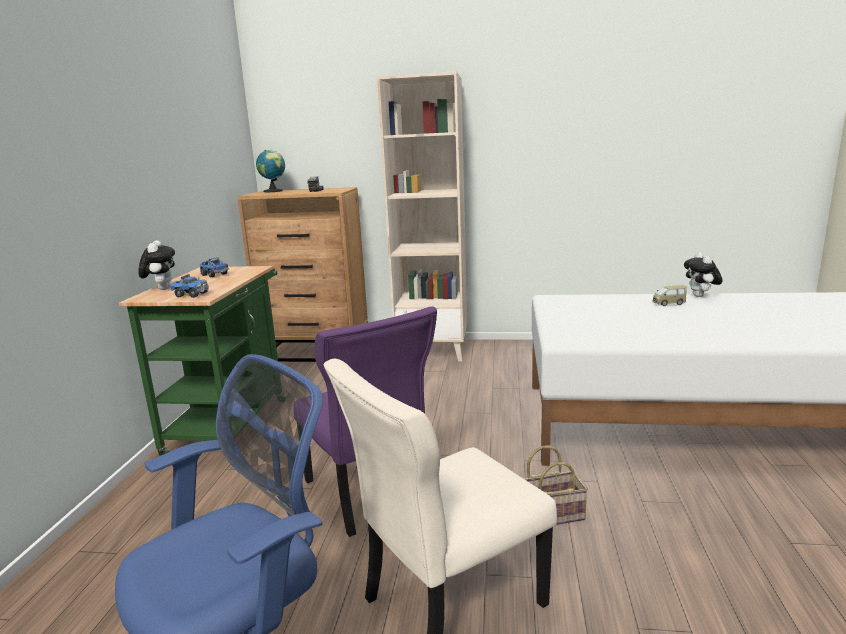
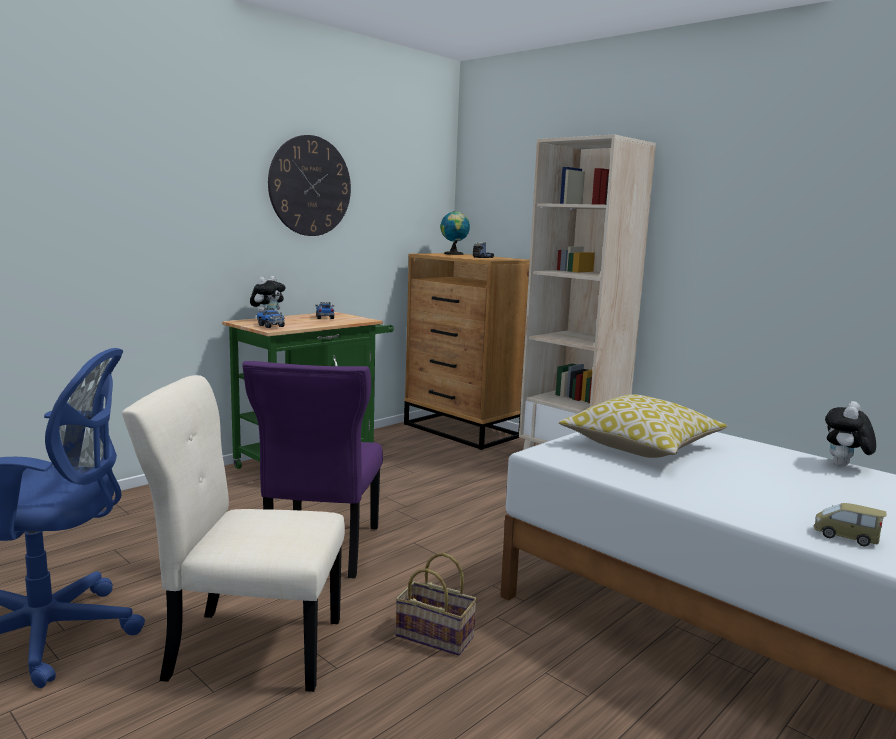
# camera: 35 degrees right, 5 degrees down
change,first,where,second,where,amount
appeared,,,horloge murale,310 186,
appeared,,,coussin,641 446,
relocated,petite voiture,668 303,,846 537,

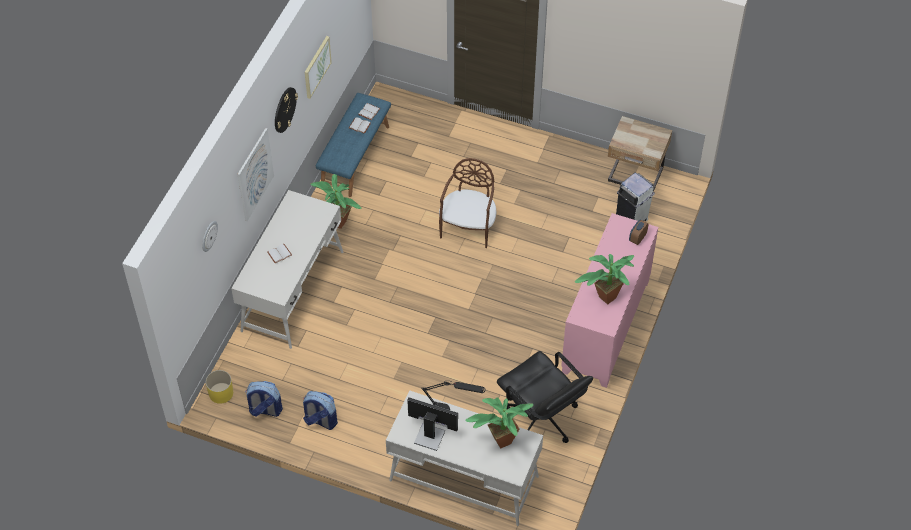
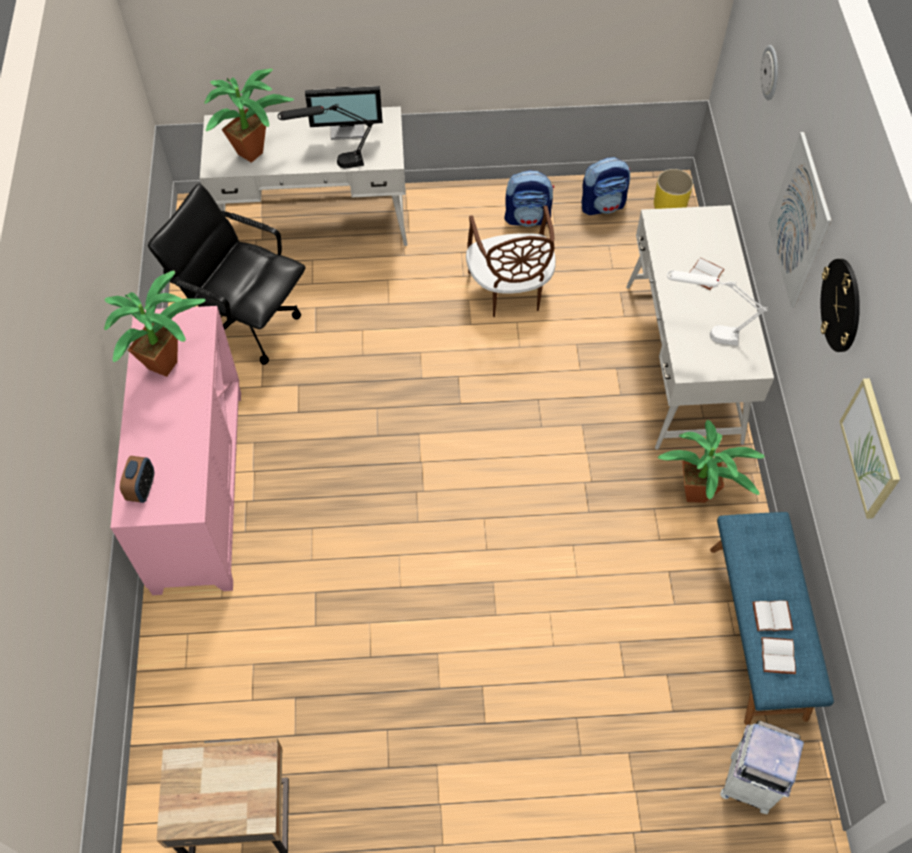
# camera: 155 degrees right, 5 degrees up
change,first,where,second,where,amount
relocated,chaise [marron],468 227,,509 291,
appeared,,,lampe de table [blanc],704 333,
relocated,poubelle [blanc],631 219,,748 782,

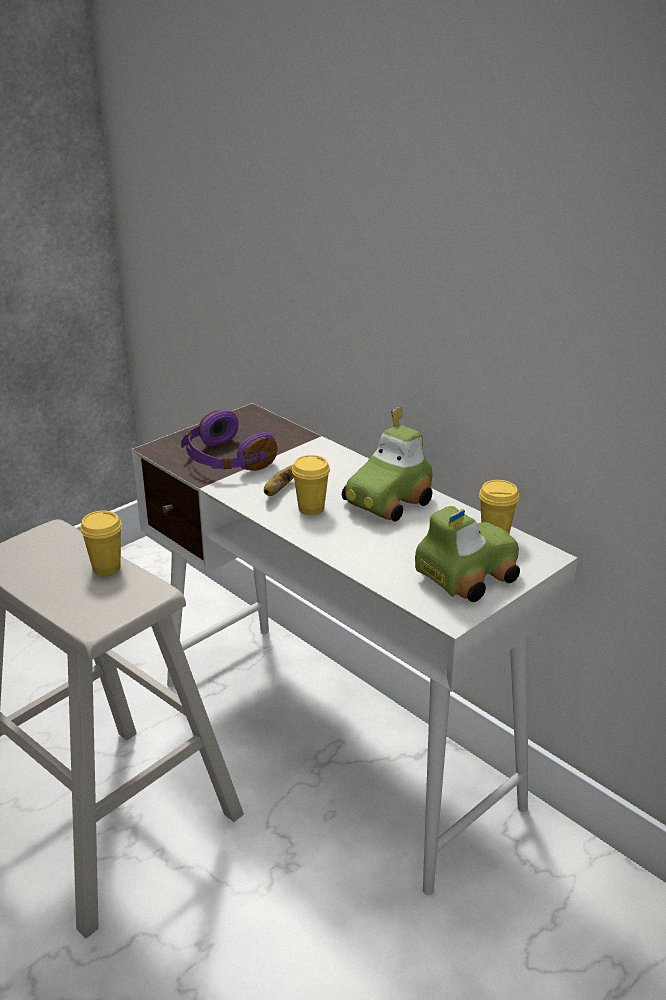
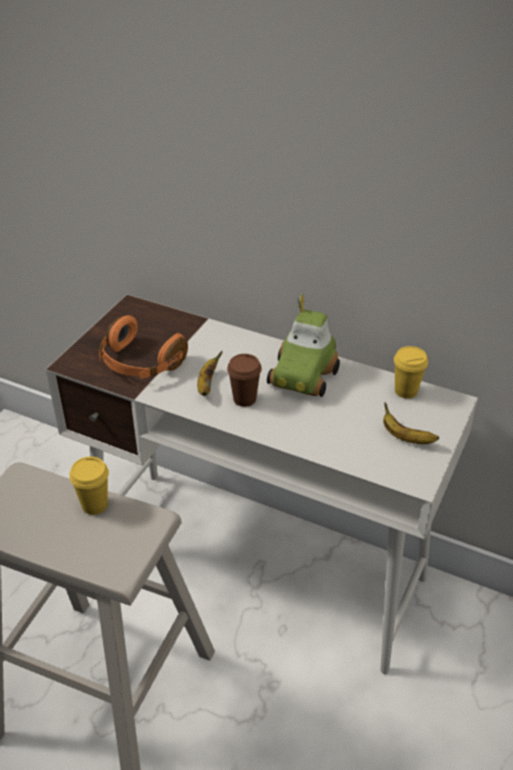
# camera: 20 degrees left, 10 degrees up
change,first,where,second,where,amount
colour,casque audio [violet],225 460,casque audio [orange],140 363,
colour,tasse [jaune],311 509,tasse [marron],244 399,
exchanged,petite voiture,465 575,banane,405 437,

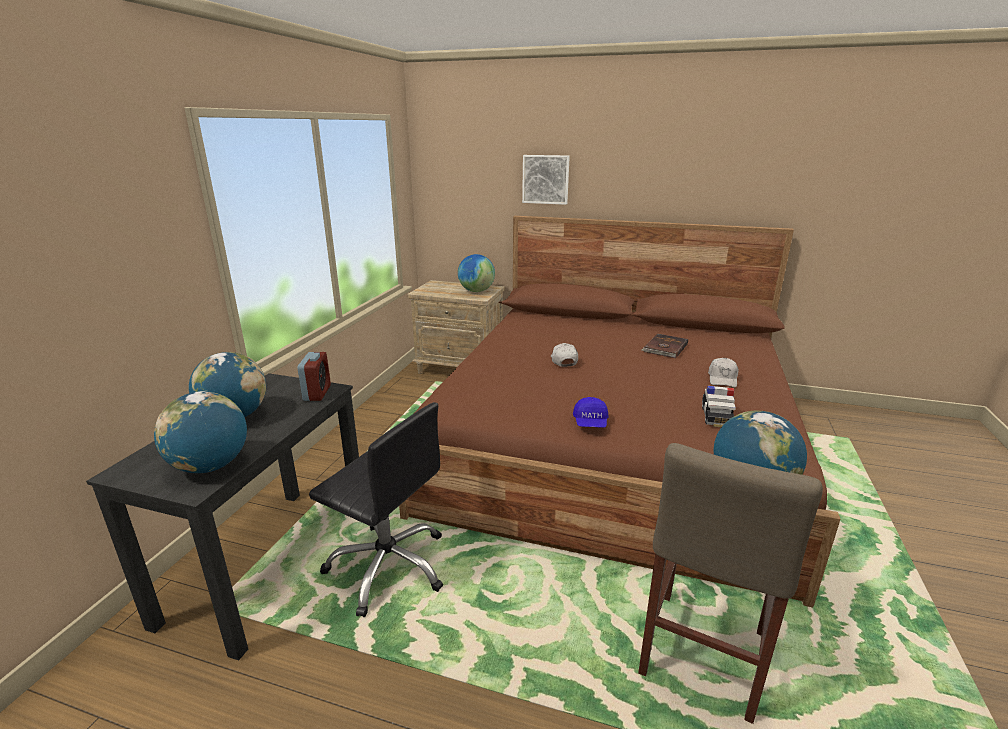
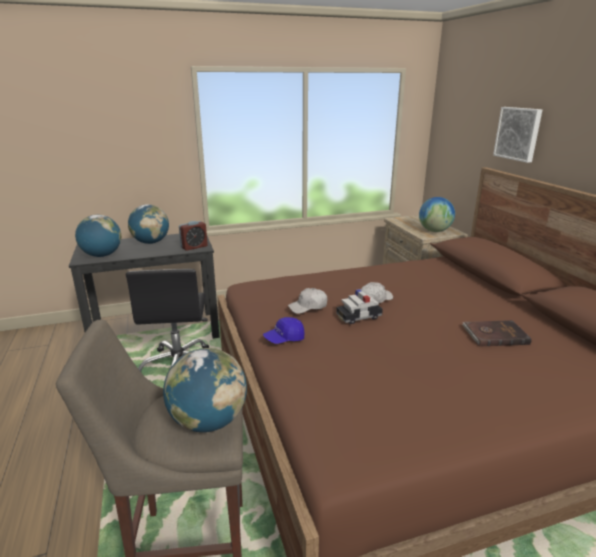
# camera: 55 degrees right, 0 degrees up
change,first,where,second,where,amount
relocated,casquette [blanc],722 379,,308 307,
relocated,petite voiture,716 416,,358 316,

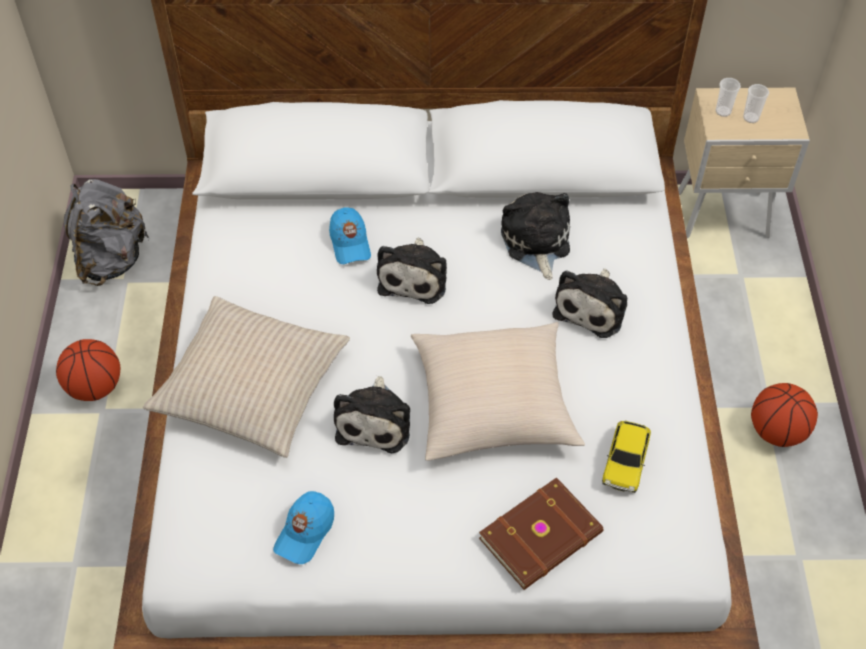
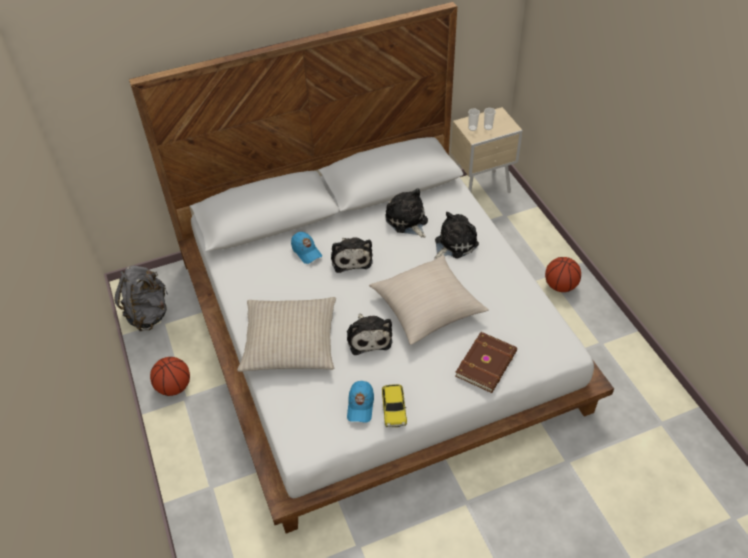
# camera: 20 degrees left, 5 degrees down
change,first,where,second,where,amount
relocated,petite voiture,625 462,,394 409,
spun,peluche,592 307,,454 244,135 degrees counterclockwise

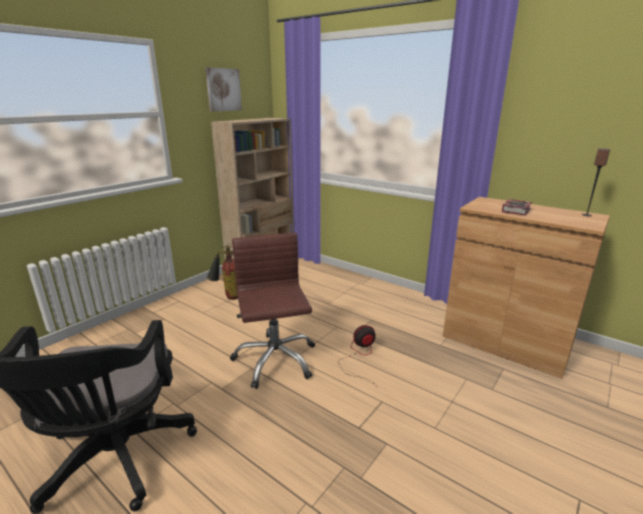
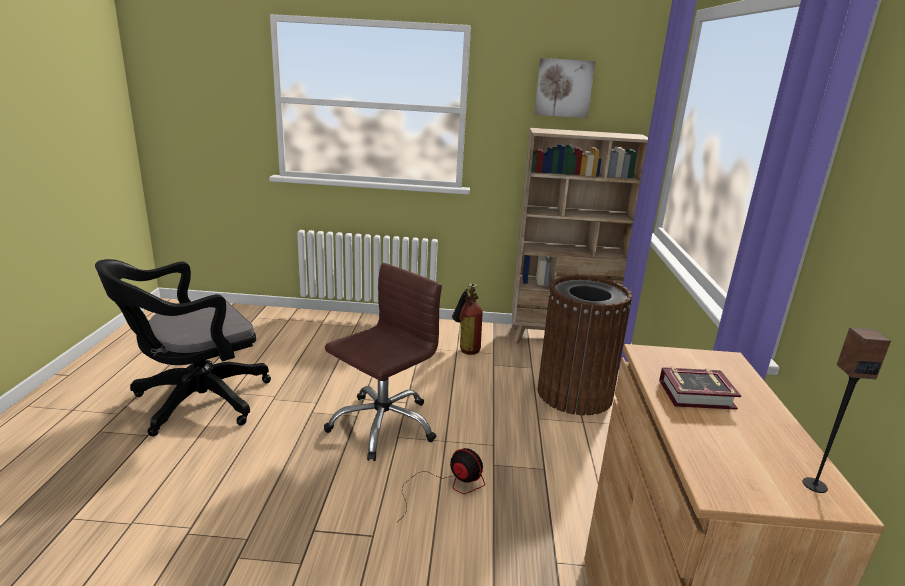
# camera: 55 degrees right, 0 degrees up
change,first,where,second,where,amount
appeared,,,poubelle [marron],575 394,

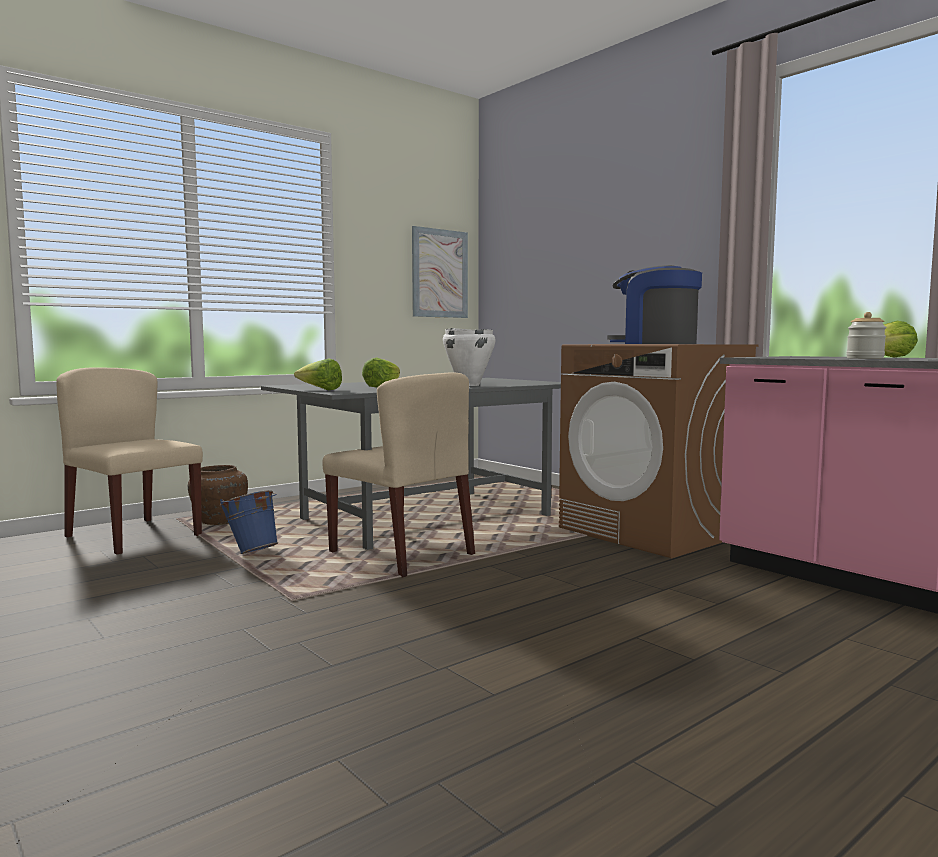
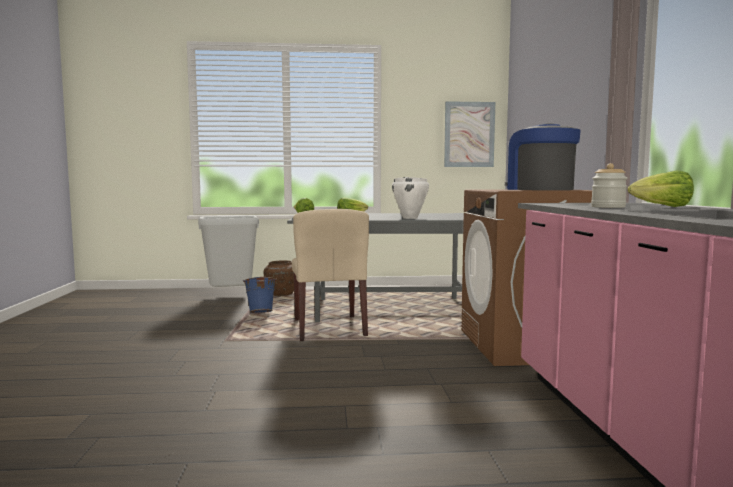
# camera: 35 degrees right, 0 degrees up
change,first,where,second,where,amount
exchanged,chaise [beige],133 535,poubelle [gris],231 295,

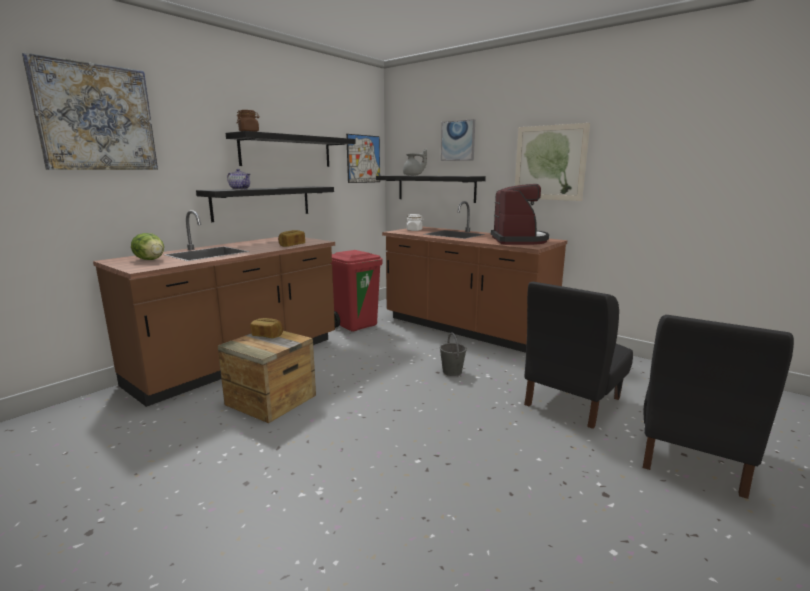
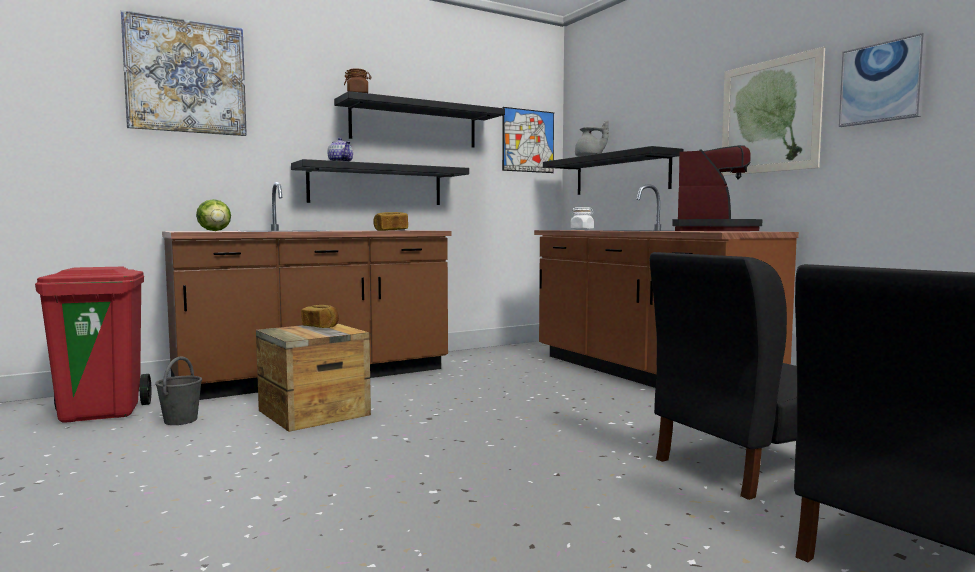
# camera: 20 degrees right, 10 degrees down
change,first,where,second,where,amount
relocated,poubelle [rouge],356 325,,103 413,
relocated,seau [gris],452 371,,181 420,
relocated,tableau,458 140,,881 83,

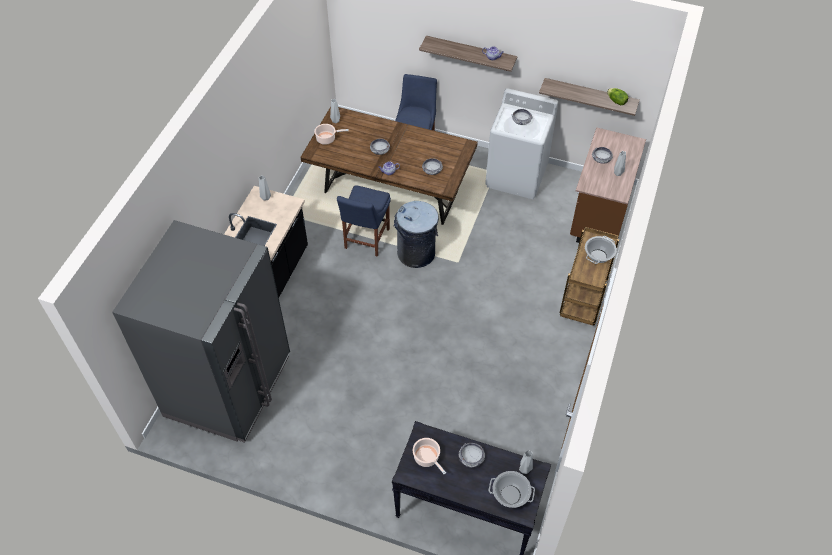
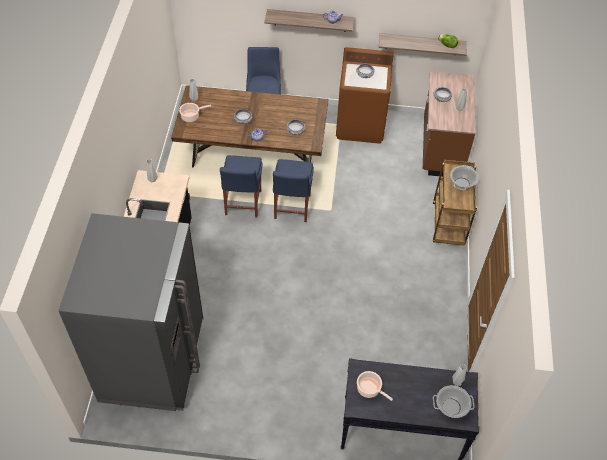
# camera: 15 degrees left, 0 degrees up
change,first,where,second,where,amount
exchanged,poubelle [gris],416 253,chaise [bleu],291 208,
colour,lave-linge [blanc],517 176,lave-linge [marron],361 125,
missing,bol,471 457,,,

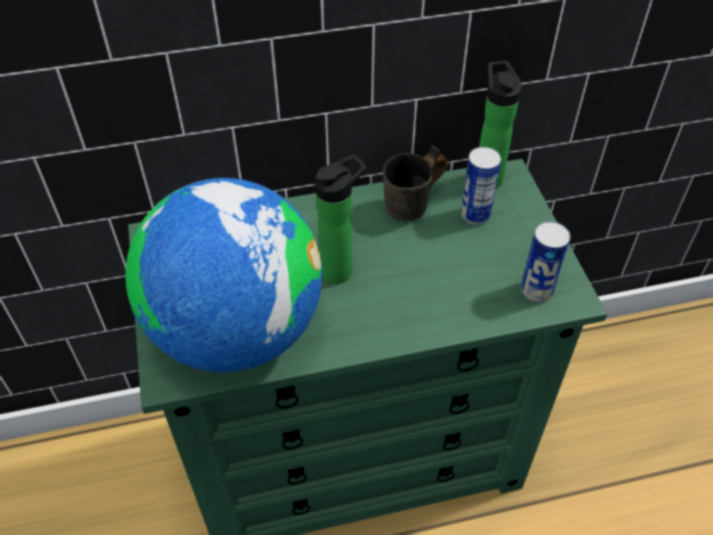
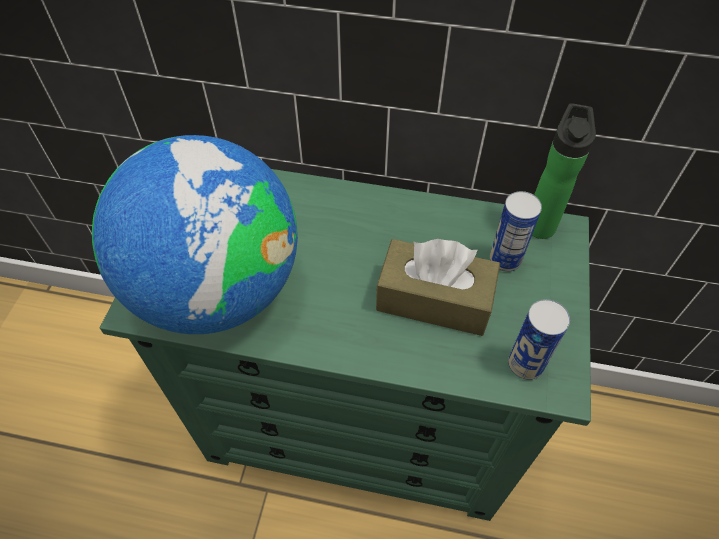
# camera: 25 degrees right, 5 degrees up
change,first,where,second,where,amount
appeared,,,boîte à mouchoirs [marron],434 299,
missing,bouteille,340 269,,,
missing,mug [gris],416 207,,,

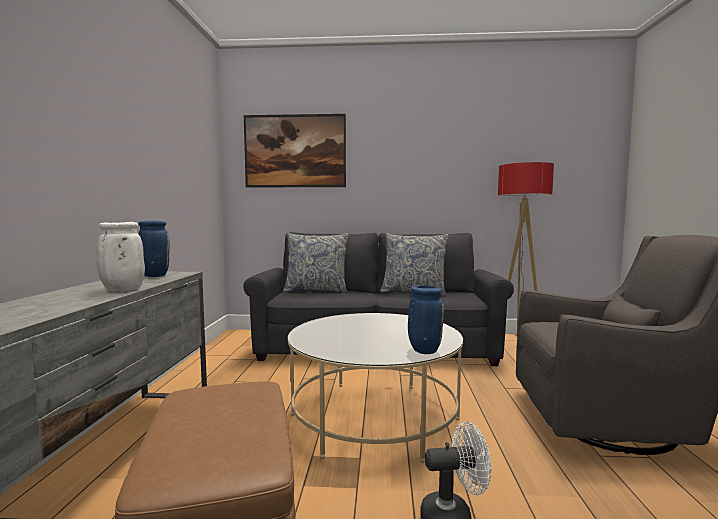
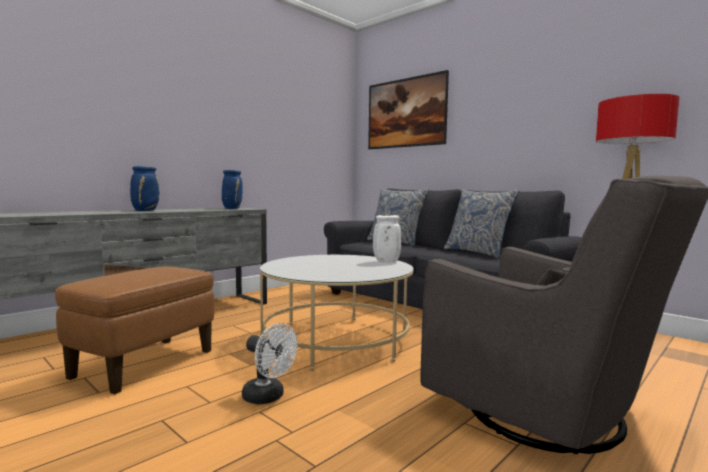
# camera: 40 degrees right, 0 degrees up
change,first,where,second,where,amount
relocated,vase [bleu],423 350,,145 210,
relocated,vase [blanc],122 290,,386 262,

